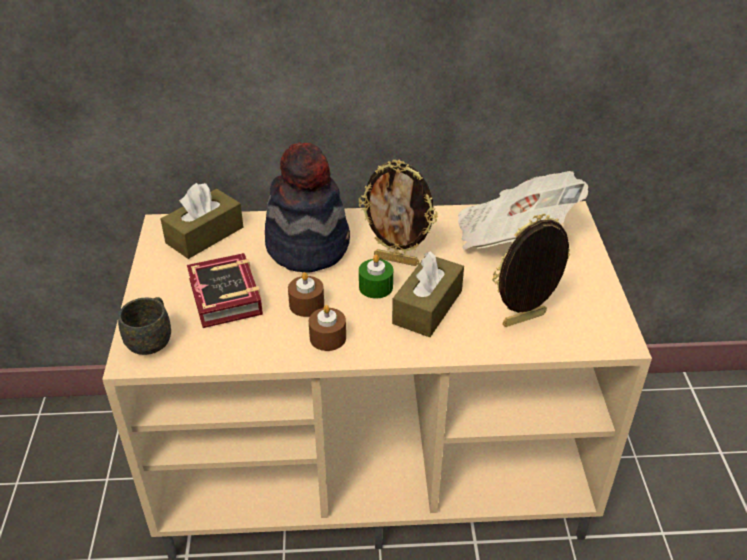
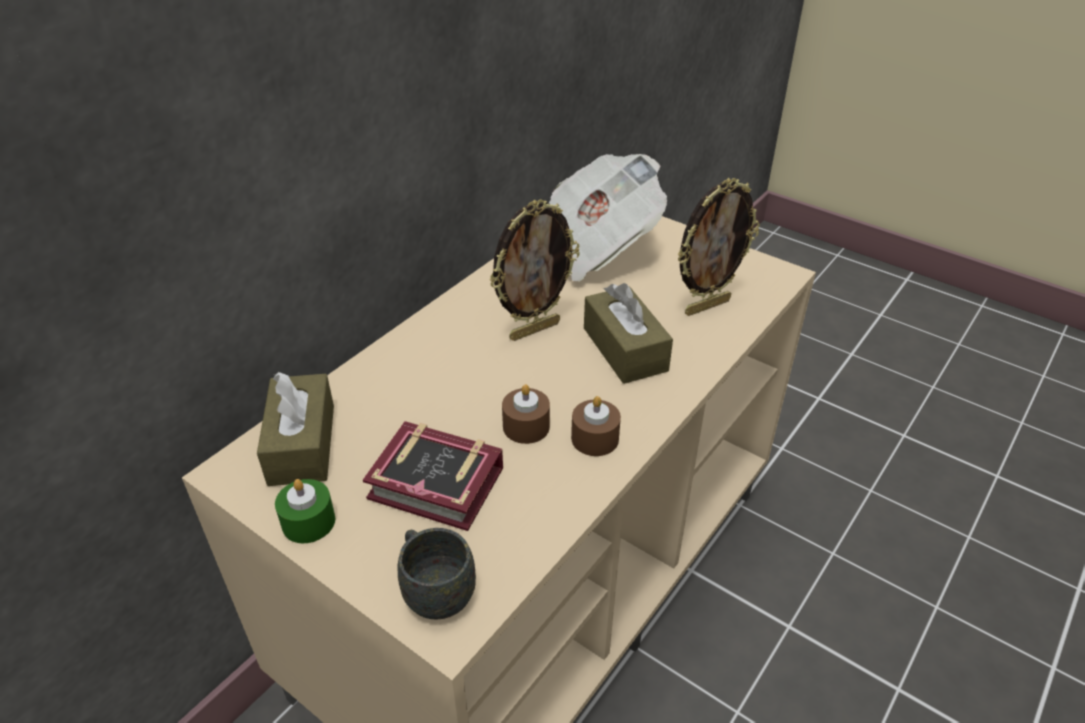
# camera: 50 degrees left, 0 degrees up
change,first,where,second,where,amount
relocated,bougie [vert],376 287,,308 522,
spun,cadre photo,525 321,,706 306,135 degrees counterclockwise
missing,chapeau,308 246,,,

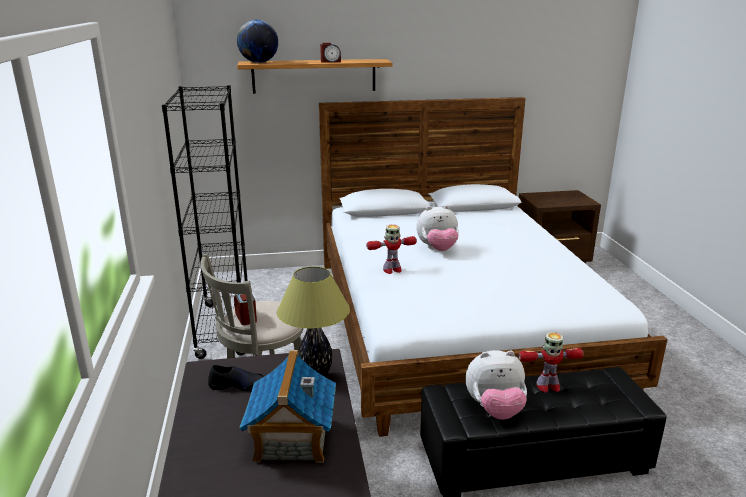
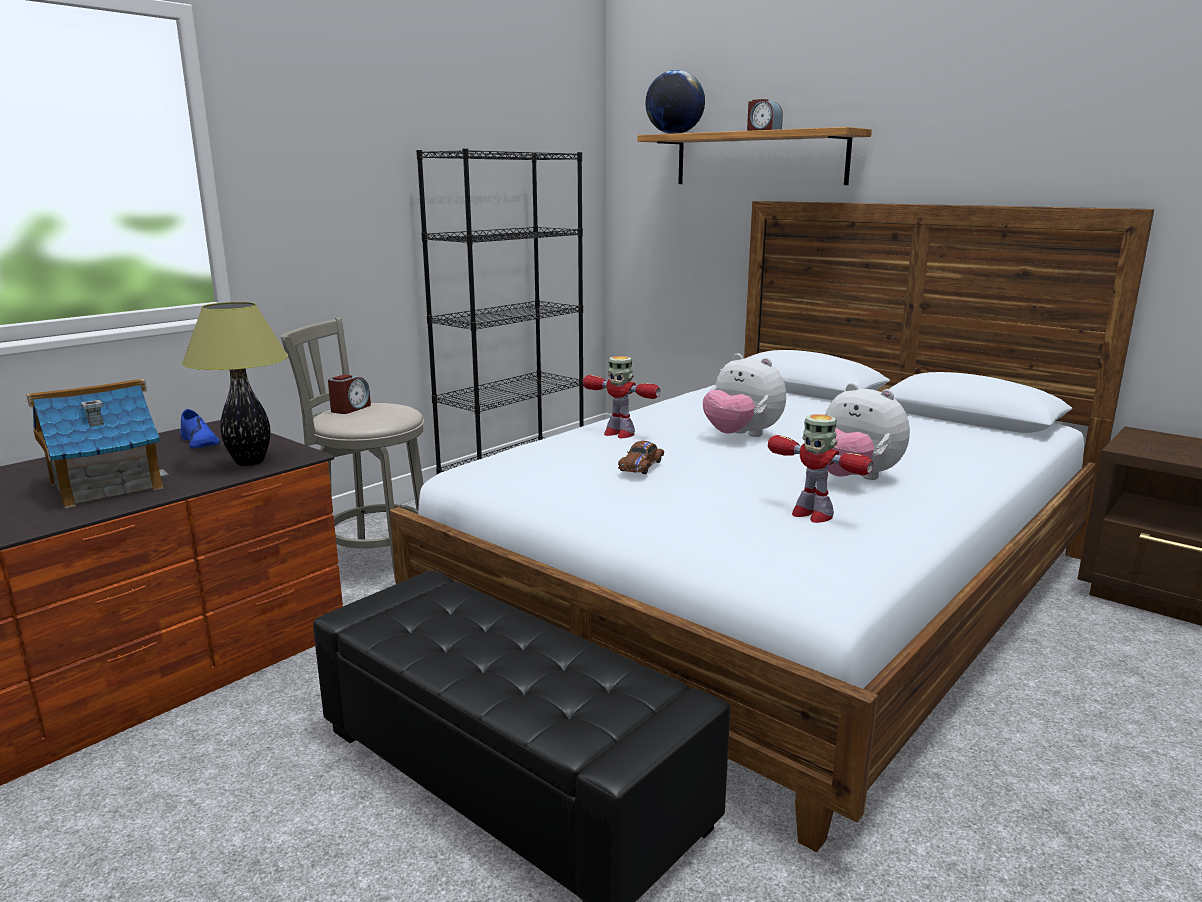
# camera: 50 degrees right, 5 degrees down
change,first,where,second,where,amount
colour,chaussure [noir],238 385,chaussure [bleu],200 442,
appeared,,,petite voiture [marron],641 466,
relocated,robot jouet,547 386,,811 514,
relocated,peluche,495 410,,854 478,

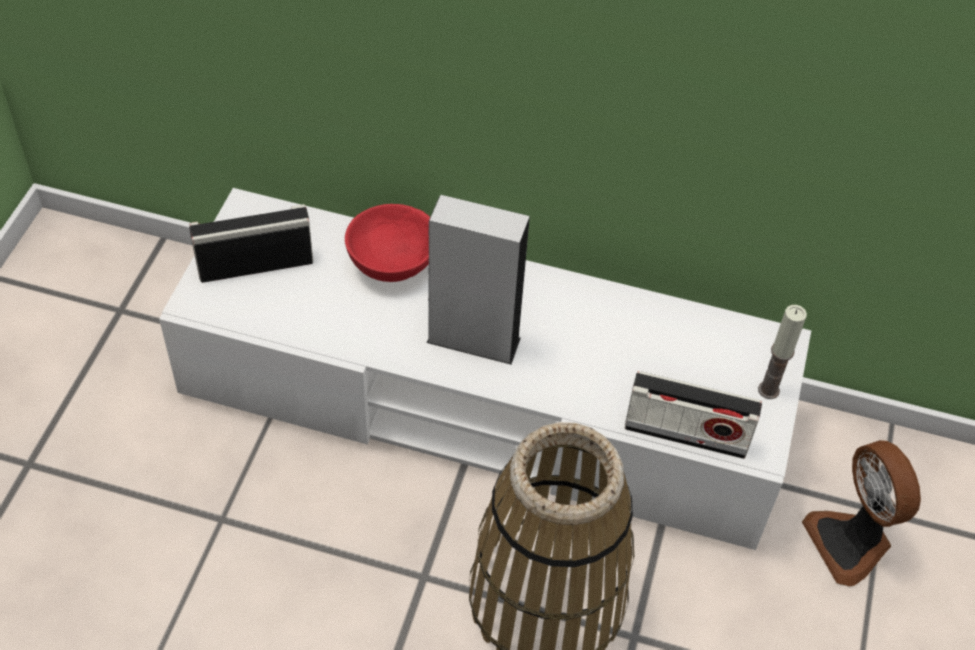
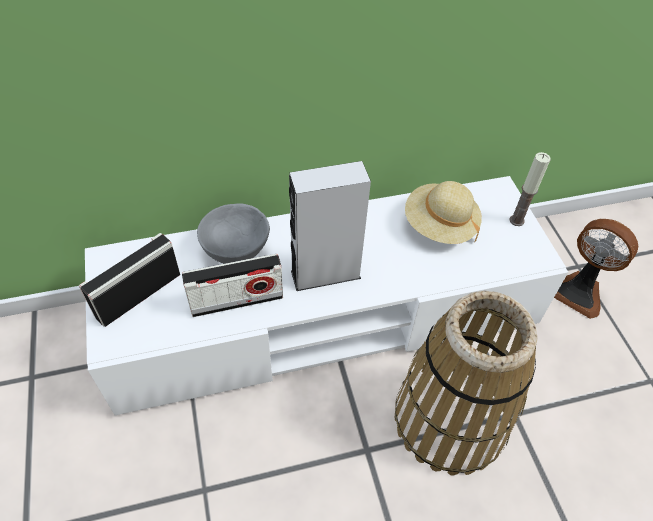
# camera: 30 degrees left, 0 degrees up
change,first,where,second,where,amount
relocated,radio,686 434,,236 300,
colour,bol [rouge],391 263,bol [gris],235 249,
appeared,,,chapeau [beige],439 226,

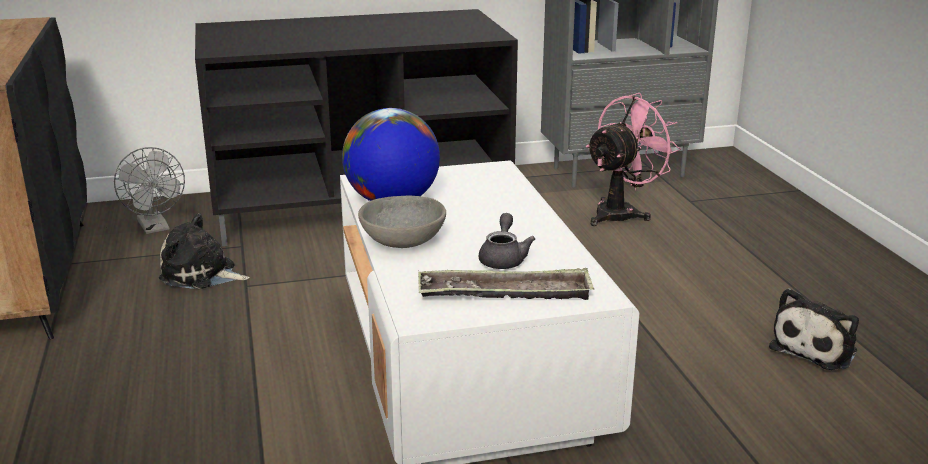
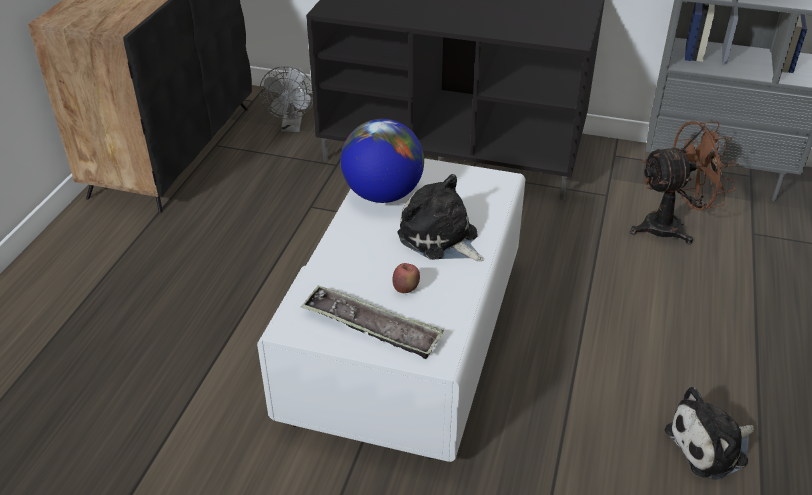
# camera: 30 degrees right, 15 degrees up
change,first,where,second,where,amount
exchanged,théière [gris],503 258,pomme,406 289,
relocated,peluche,201 275,,440 239,
colour,ventilateur [rose],622 212,ventilateur [marron],672 226,
missing,bol [gris],403 241,,,

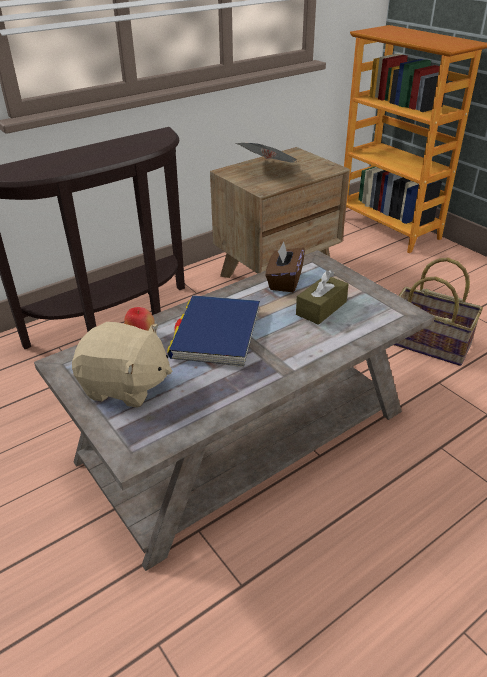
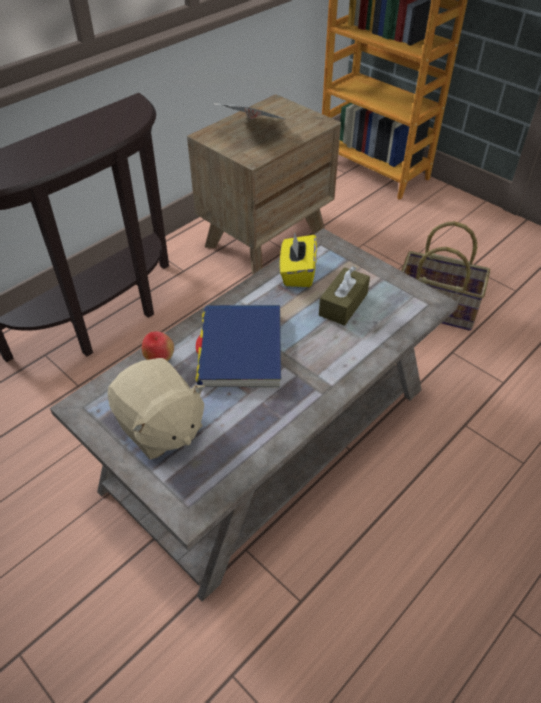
# camera: 10 degrees left, 10 degrees up
change,first,where,second,where,amount
spun,peluche [beige],125 386,,160 427,45 degrees clockwise
colour,boîte à mouchoirs [marron],284 281,boîte à mouchoirs [jaune],297 273,

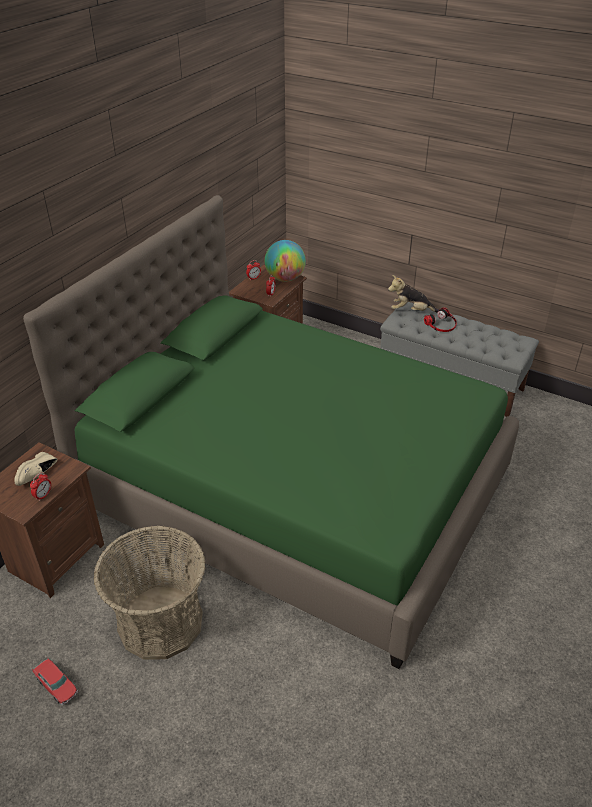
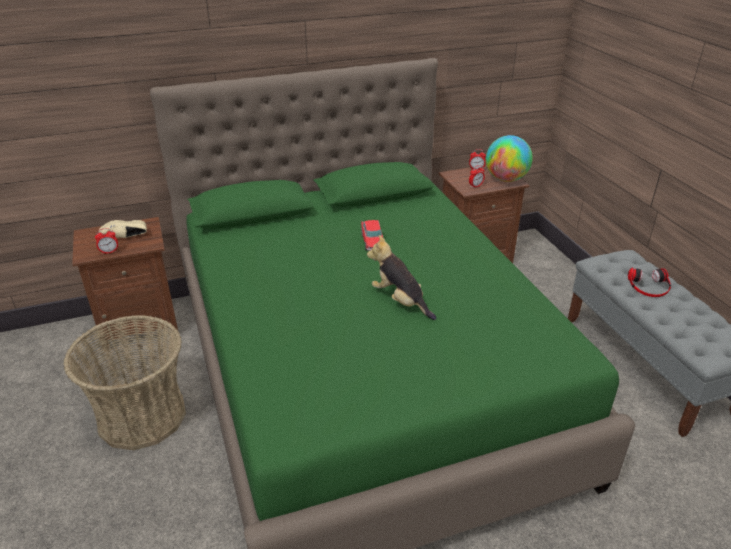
# camera: 40 degrees right, 5 degrees down
change,first,where,second,where,amount
relocated,petite voiture,57 685,,372 242,
relocated,peluche,410 311,,400 301,

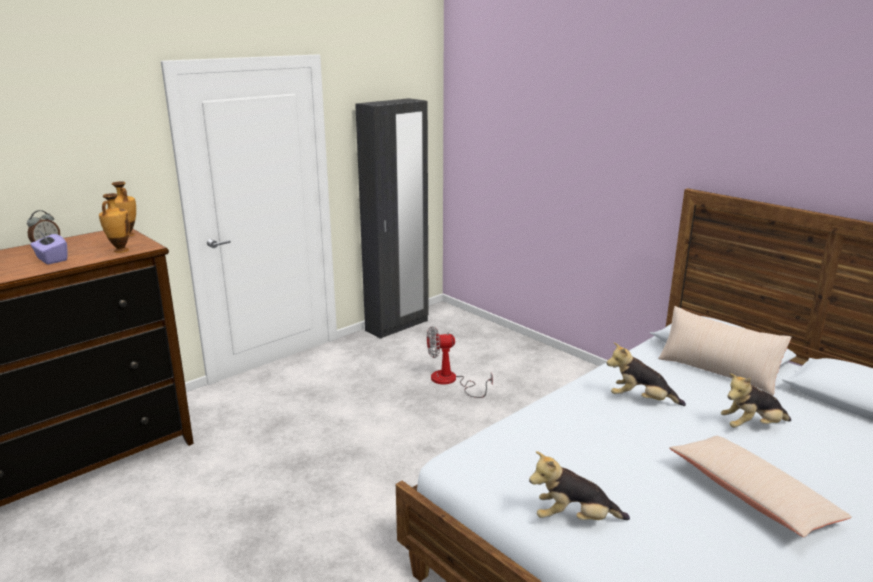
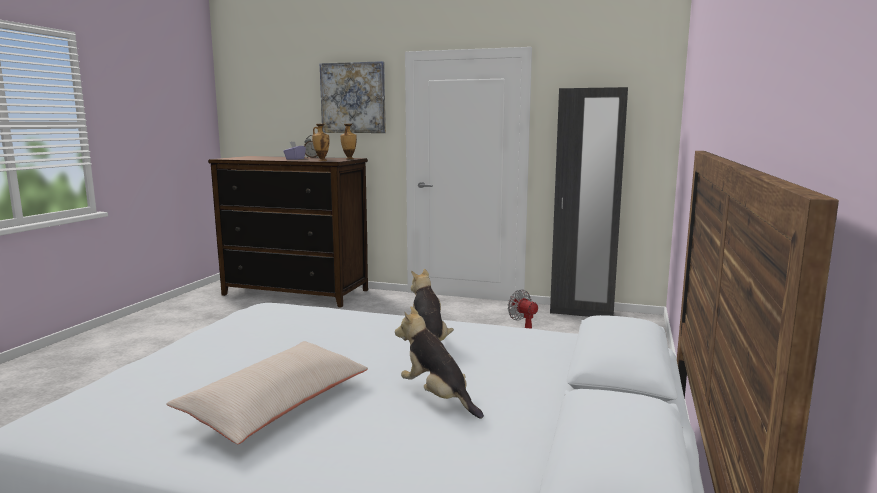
# camera: 60 degrees right, 10 degrees down
change,first,where,second,where,amount
appeared,,,tableau,353 98,
missing,peluche,574 519,,,
missing,coussin [beige],717 371,,,

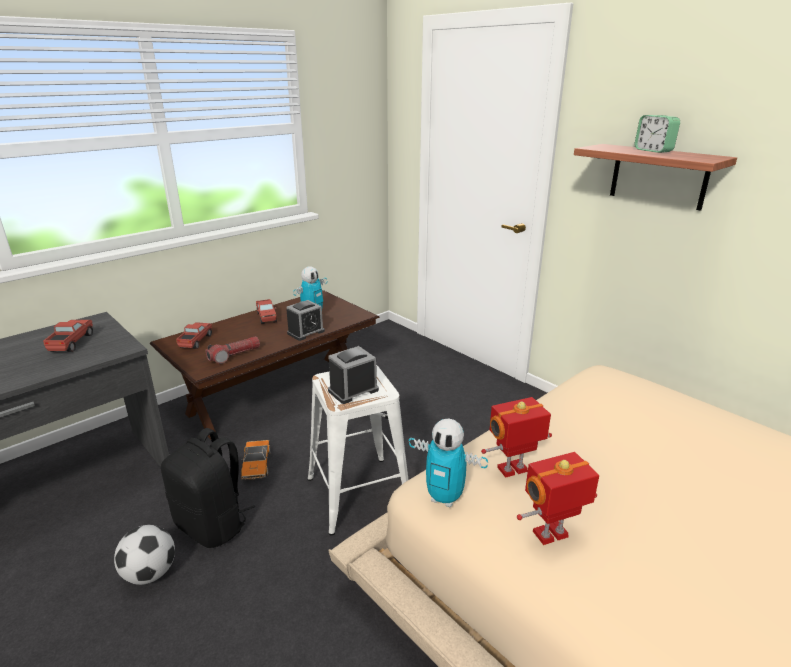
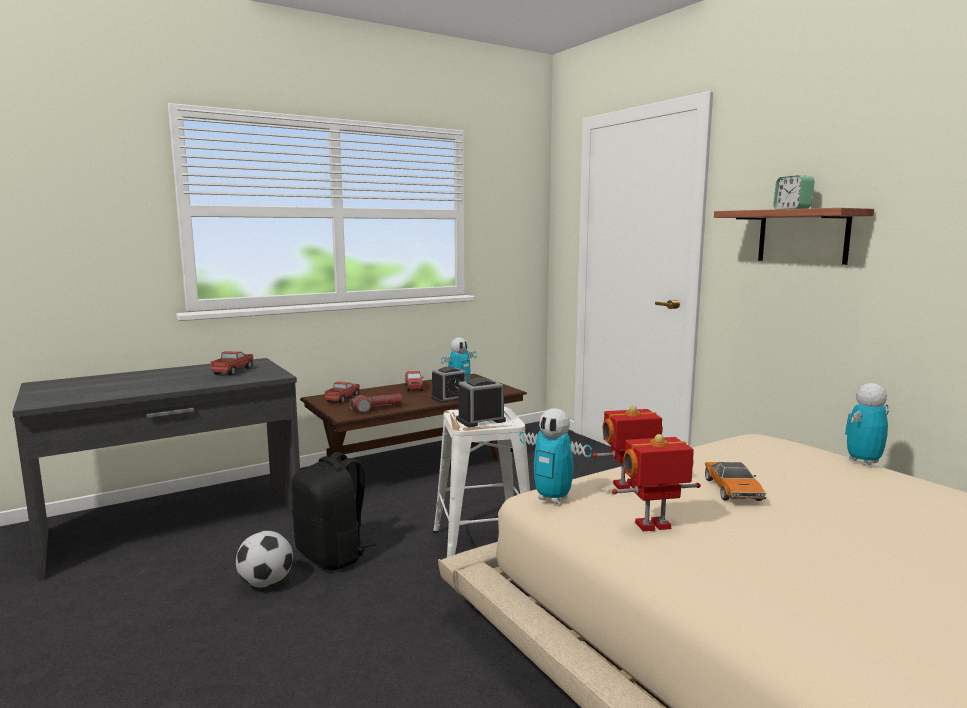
# camera: 10 degrees right, 15 degrees down
change,first,where,second,where,amount
relocated,petite voiture,256 465,,733 490,
appeared,,,robot jouet,863 461,

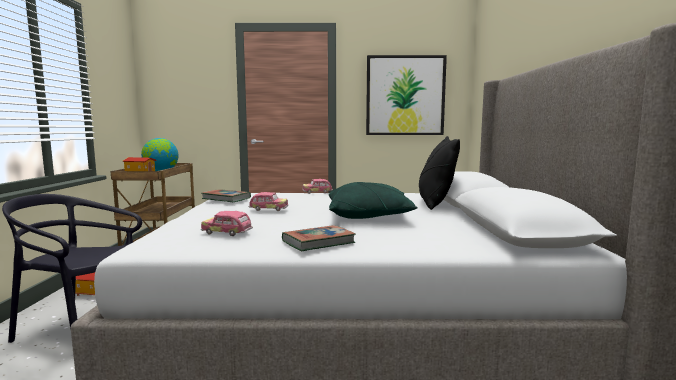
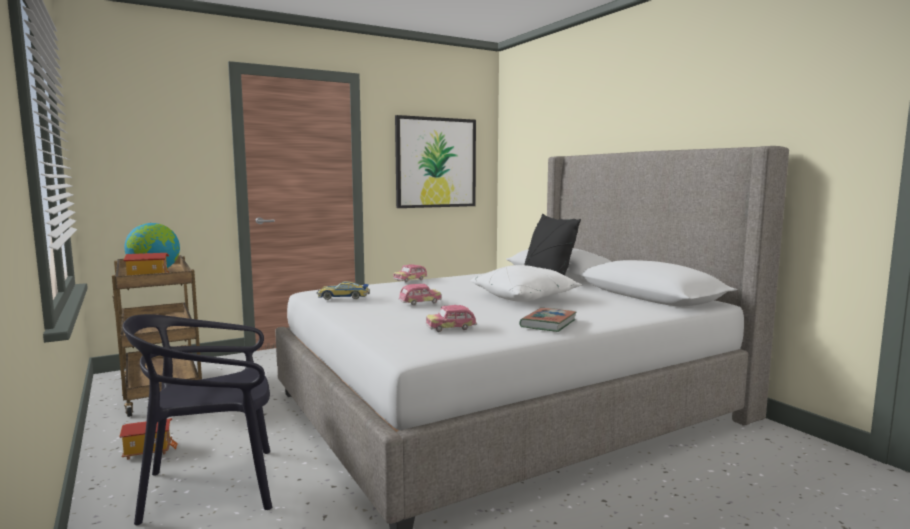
# camera: 30 degrees left, 0 degrees up
change,first,where,second,where,amount
exchanged,livre,226 199,petite voiture,343 297,
colour,coussin [vert],369 216,coussin [blanc],525 298,

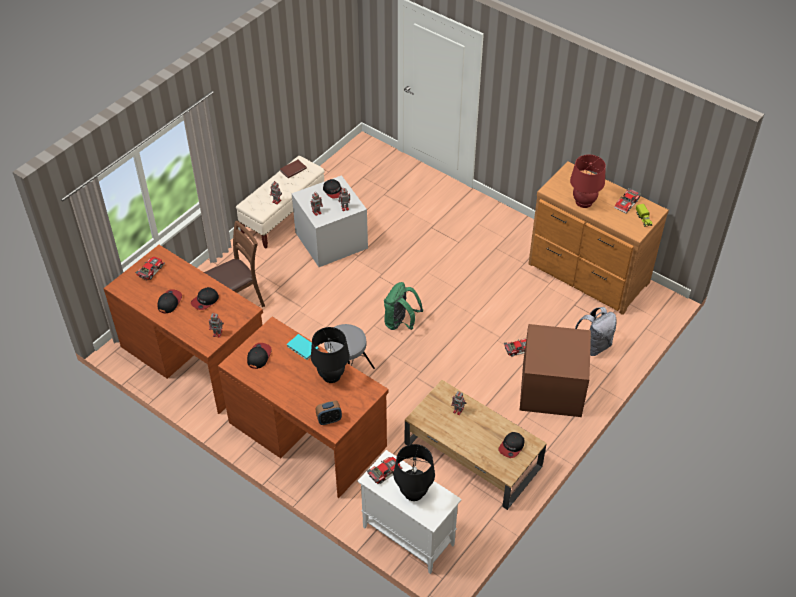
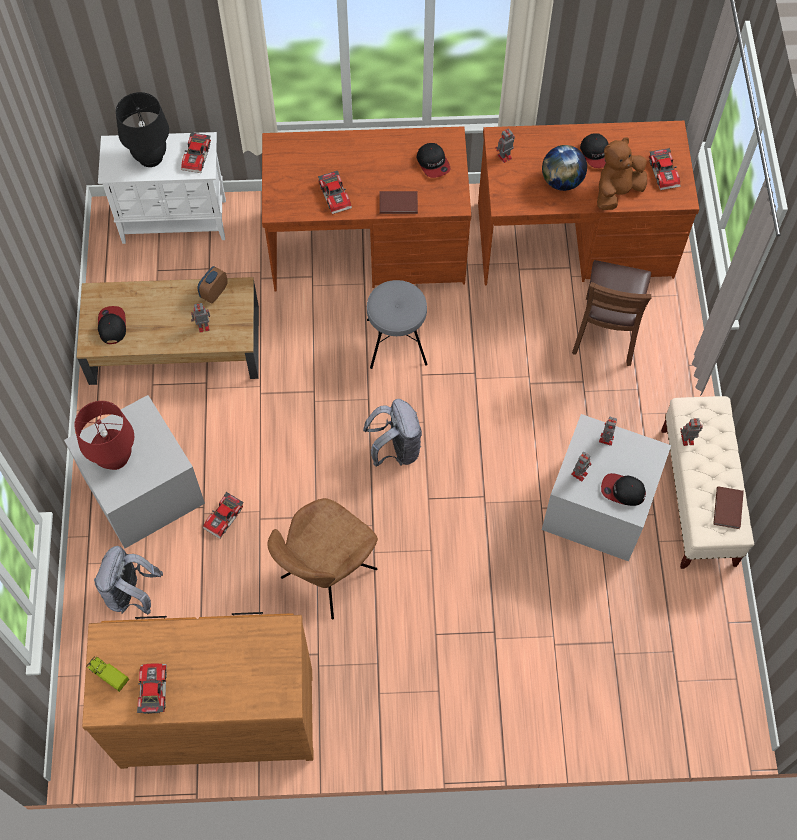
# camera: 140 degrees right, 15 degrees up
change,first,where,second,where,amount
colour,boîte de rangement [marron],552 390,boîte de rangement [gris],142 490,
relocated,lampe de table [rouge],583 202,,115 457,
relocated,réveil,329 420,,214 292,
appeared,,,chaise [marron],326 576,
exchanged,lampe de table [noir],331 375,petite voiture,336 195,
colour,sac à dos [vert],400 323,sac à dos [gris],395 449,
colour,livre [turquoise],302 348,livre [marron],398 203,
exchanged,casquette,205 301,globe,562 181,
appeared,,,peluche [marron],617 192,

